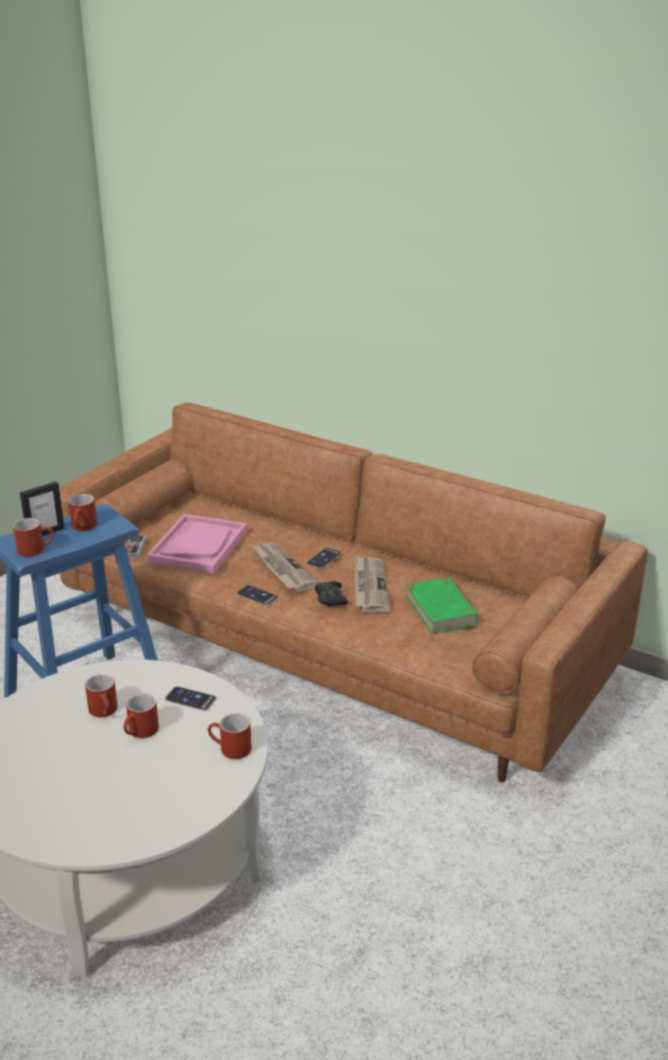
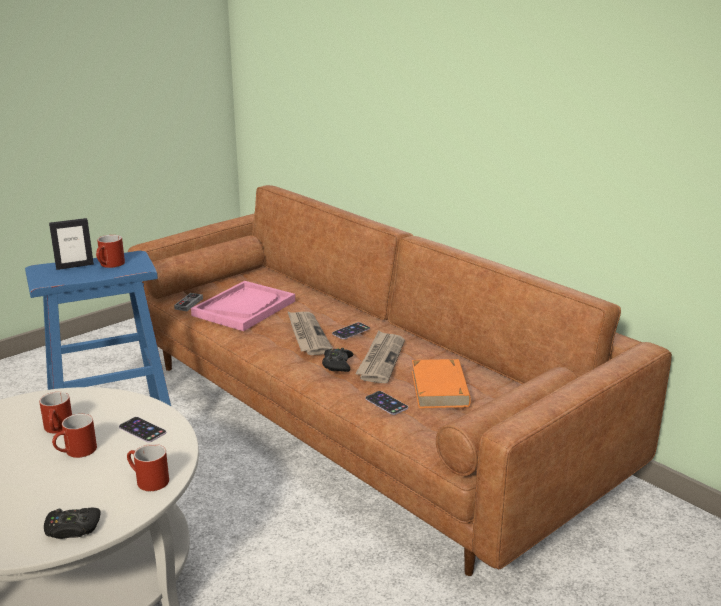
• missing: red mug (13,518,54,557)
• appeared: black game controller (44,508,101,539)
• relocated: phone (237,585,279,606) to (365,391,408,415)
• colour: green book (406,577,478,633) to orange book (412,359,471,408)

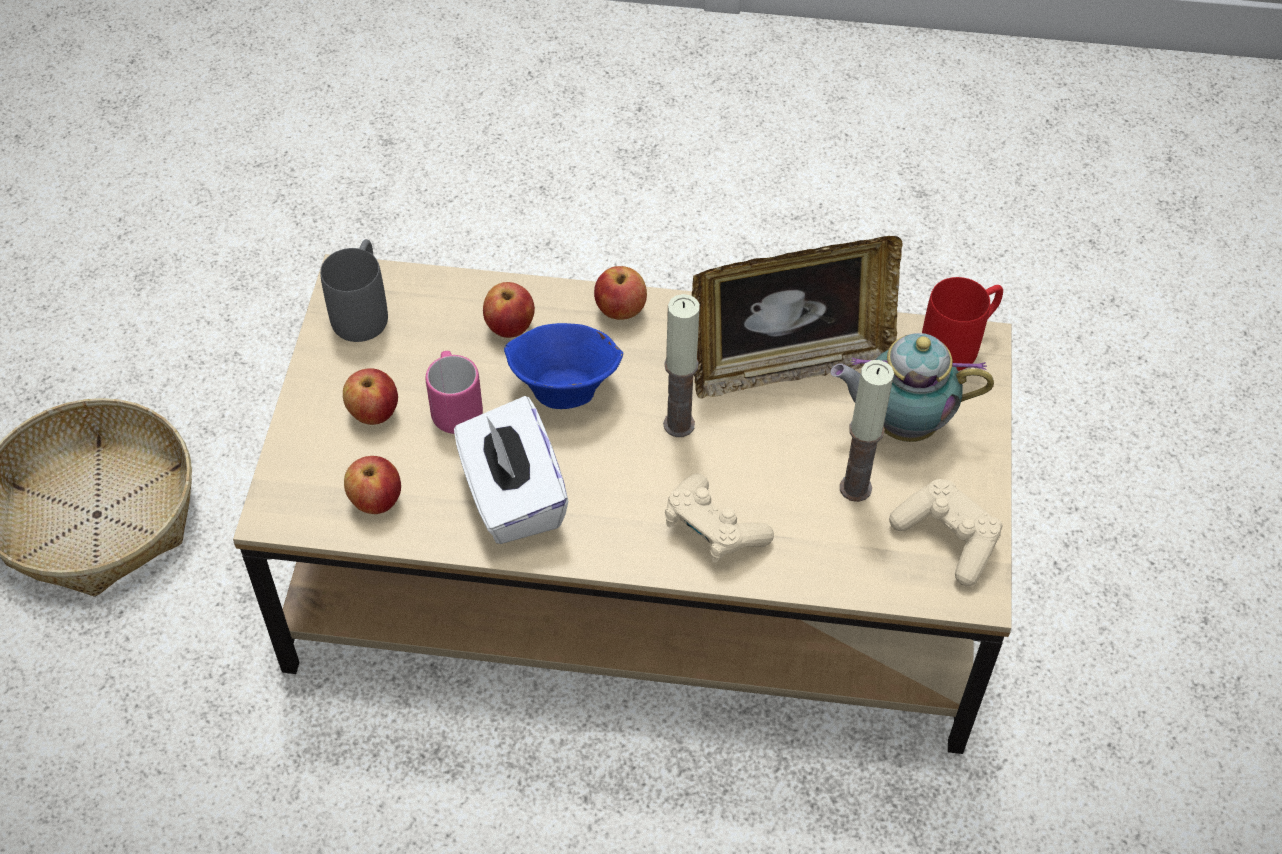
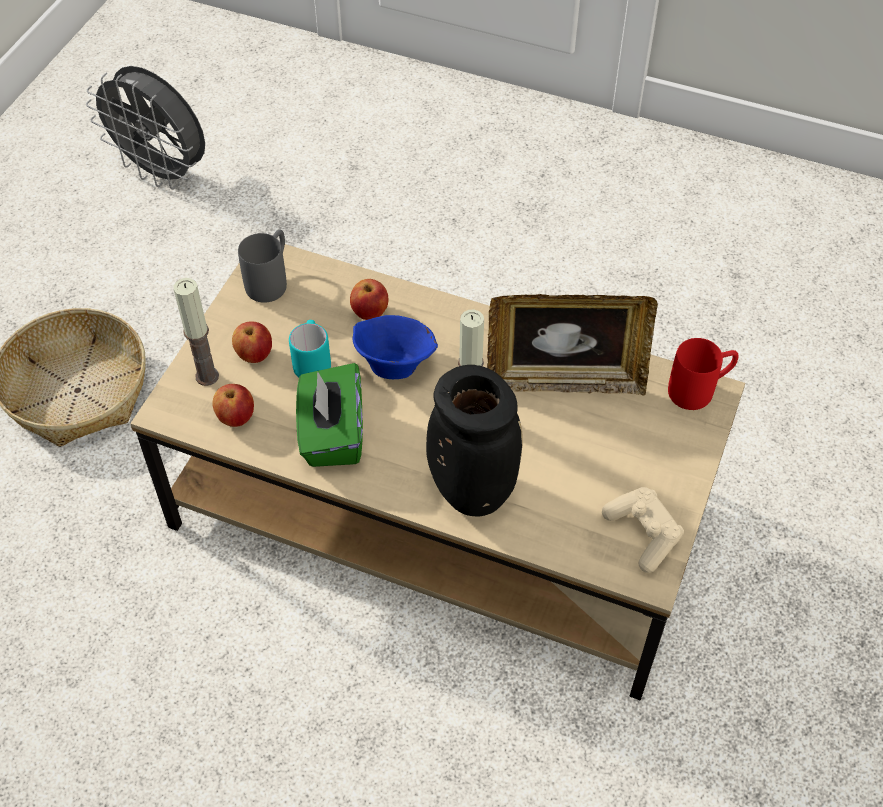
• missing: apple (594,266,647,320)
• missing: teapot (830,333,994,442)
• appeared: grey fan (86,66,205,189)
• relocated: candle (840,360,894,502) to (174,278,219,386)
• exchanged: beige game controller (665,473,774,563) to black vase (426,365,523,516)
• colour: pink mug (426,351,483,434) to turquoise mug (289,320,331,377)
• colour: white tissue box (454,396,568,544) to green tissue box (296,363,363,467)

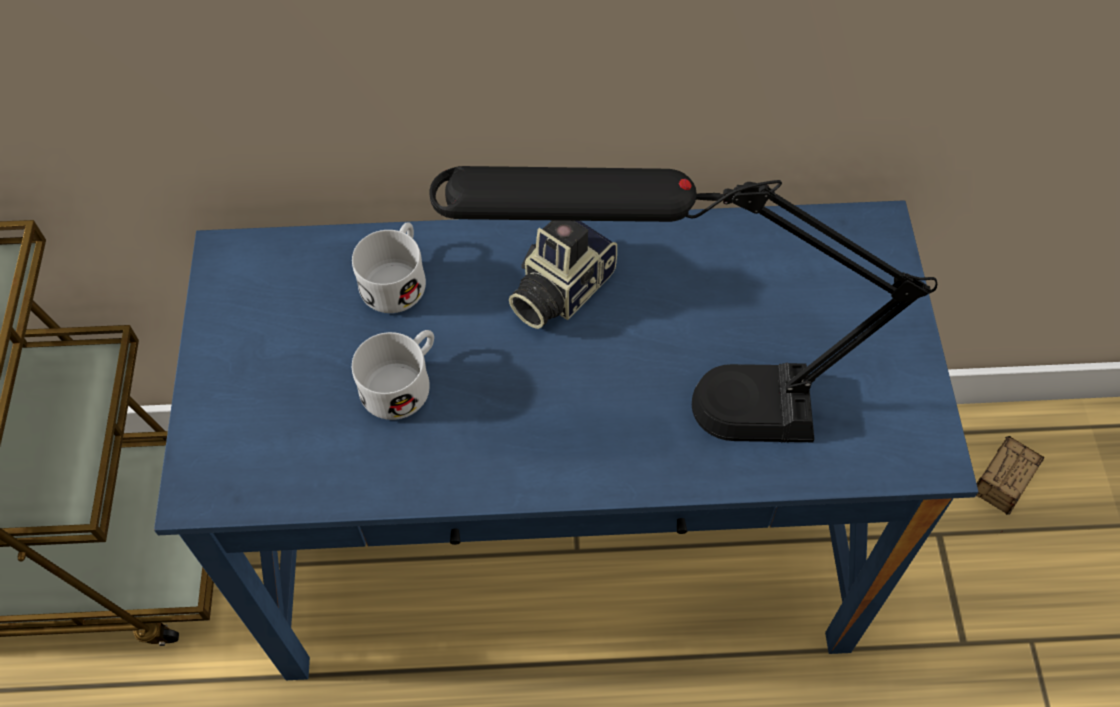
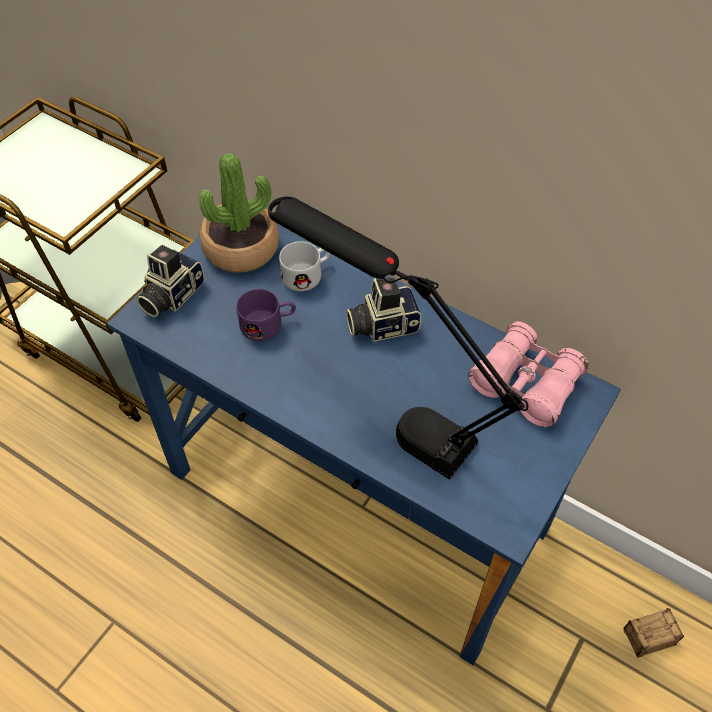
• appeared: photo camera (136,245,205,317)
• appeared: potted plant (199,153,279,273)
• appeared: pink binoculars (468,321,589,427)
• colour: white mug (352,330,434,420) to purple mug (236,289,296,341)

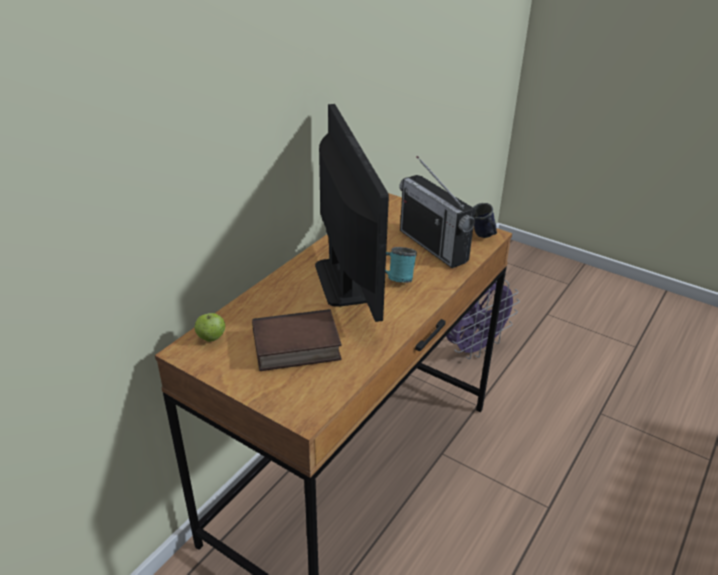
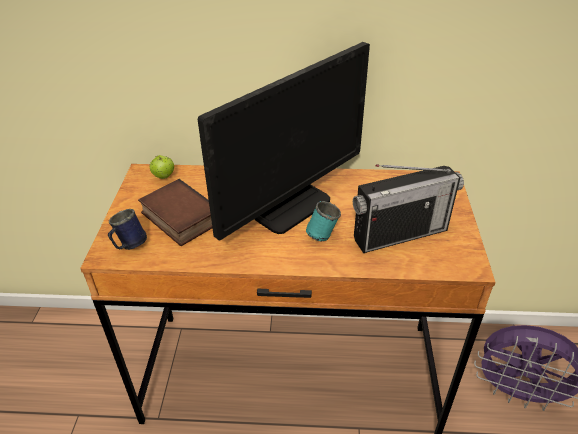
• relocated: blue mug (473,203,497,238) to (108,209,147,250)
• spun: radio (399,156,476,268) = (353,165,464,253) 135 degrees counterclockwise

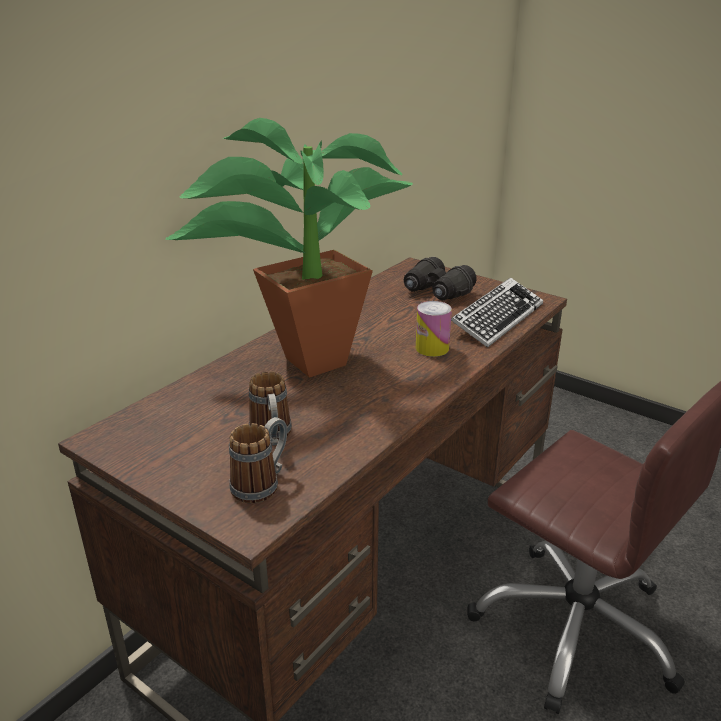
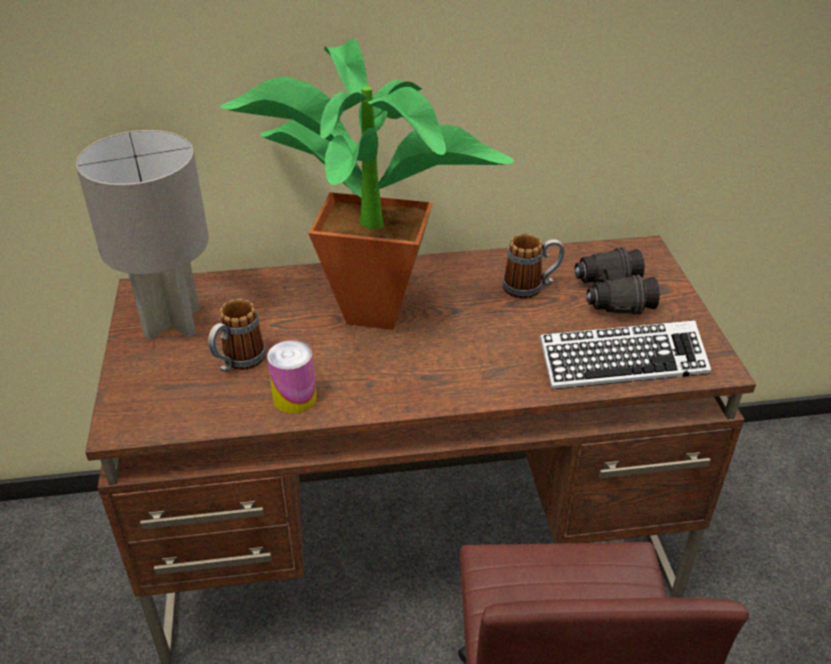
• appeared: grey table lamp (76,130,209,340)
• relocated: mug (229,417,287,504) to (503,234,565,299)
• relocated: can (416,301,452,357) to (267,340,317,413)

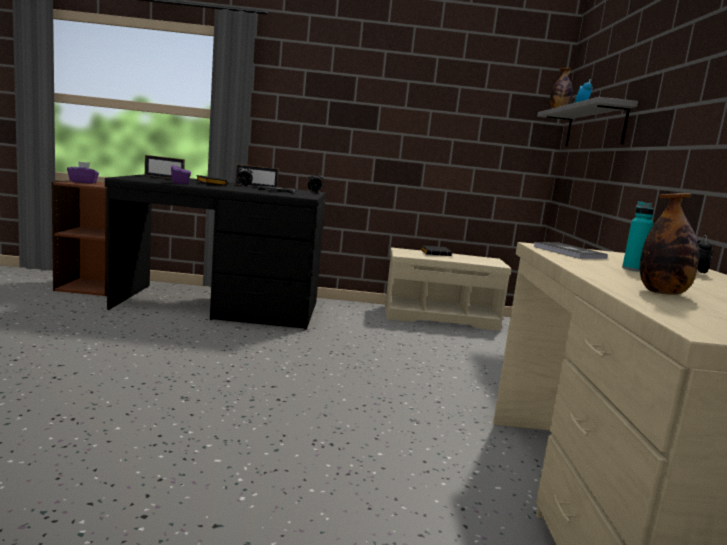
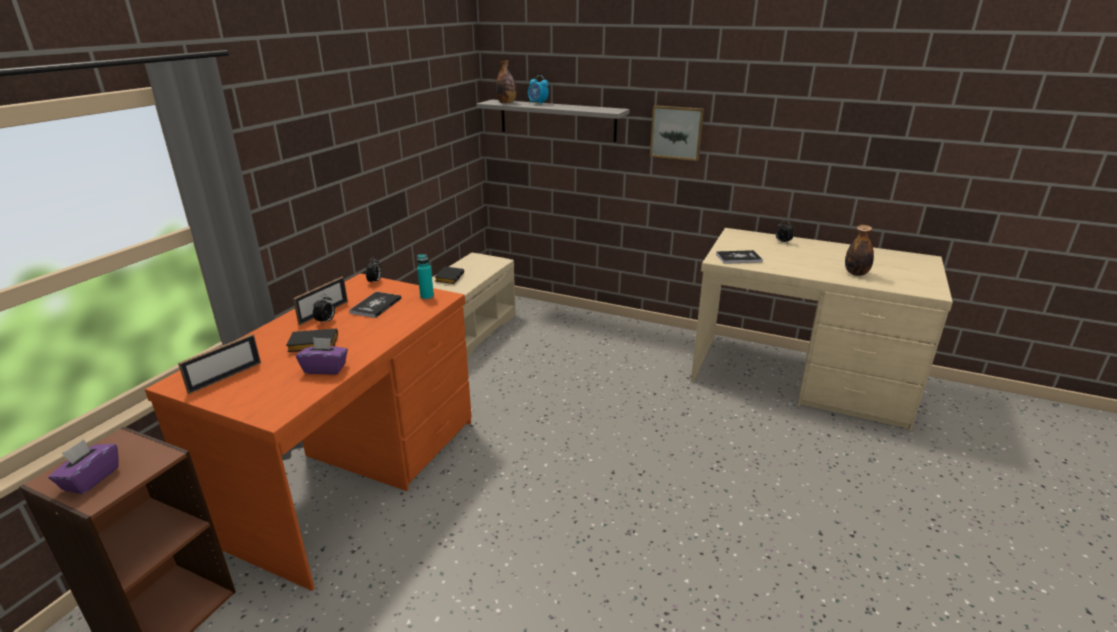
• appeared: picture (650,105,704,161)
• relocated: turquoise bottle (622,201,654,272) to (417,254,434,300)
• colour: black desk (105,174,326,330) to orange desk (145,273,472,591)

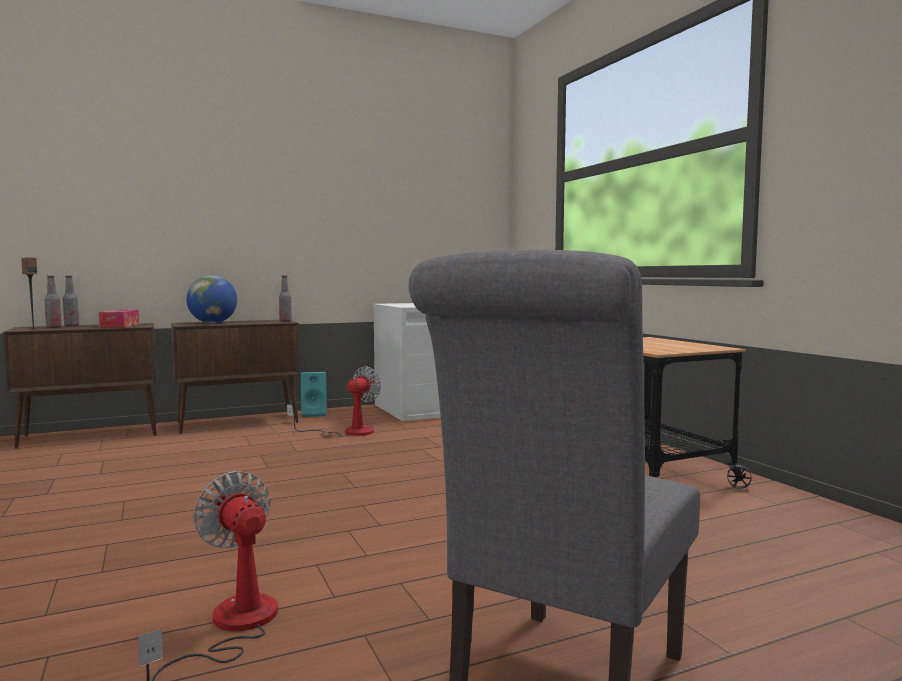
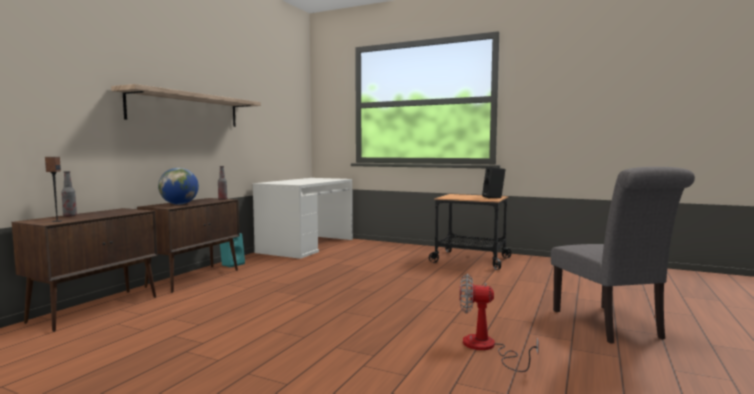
• missing: bottle (44,276,62,328)
• missing: tissue box (99,310,139,328)
• missing: fan (287,366,381,437)
• appeared: shelf (111,84,261,127)
• appeared: black speaker (482,167,506,198)

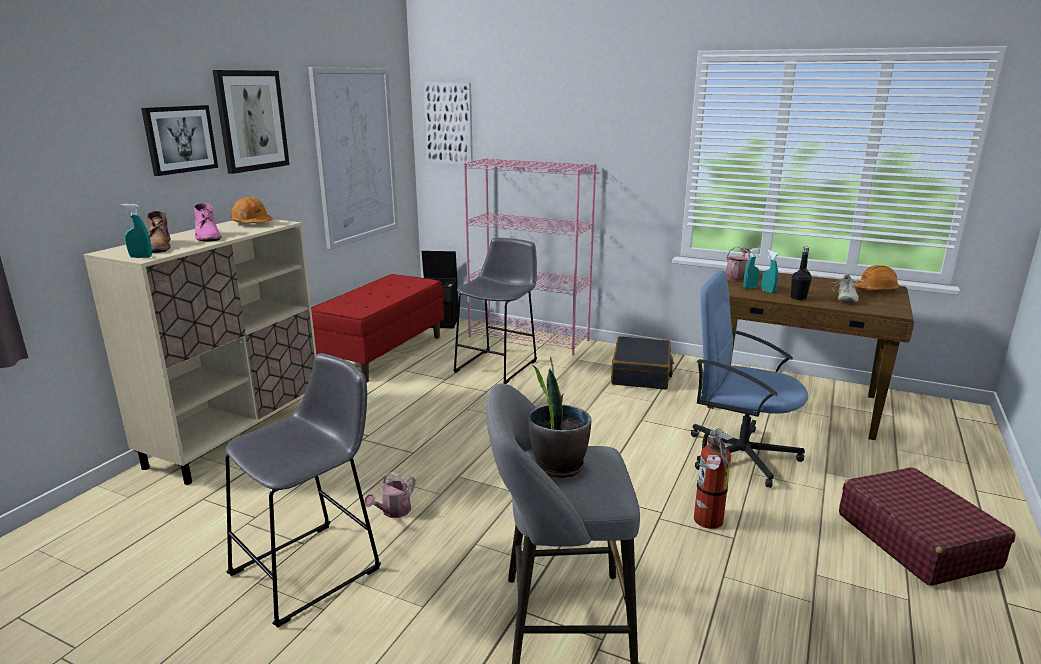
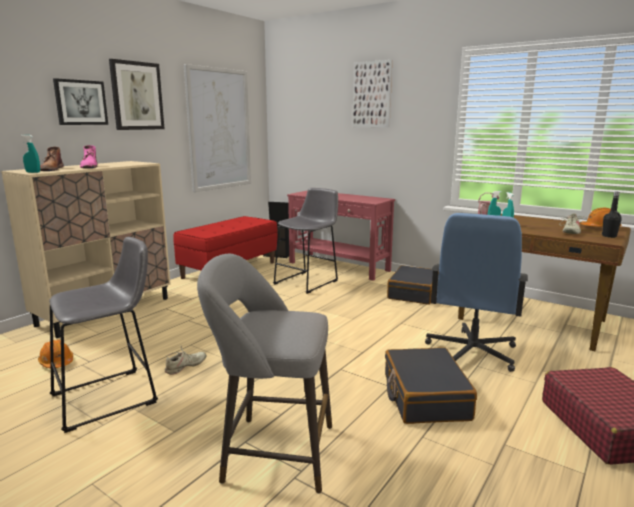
• missing: potted plant (528,357,592,478)
• relocated: orange hard hat (230,197,273,223) to (38,339,73,368)
• relocated: picture (424,83,473,166) to (353,60,392,128)
• relocated: black bottle (790,247,811,300) to (602,192,622,238)
• exchanged: watering can (364,472,415,518) to beige shoe (165,345,206,375)
• exchanged: pink bookcase (463,158,597,356) to red console table (287,190,395,281)
• exchanged: fire extinguisher (694,429,735,529) to black suitcase (385,347,477,424)
• spun: blue office chair (691,270,808,488) = (425,213,528,372) 105 degrees counterclockwise

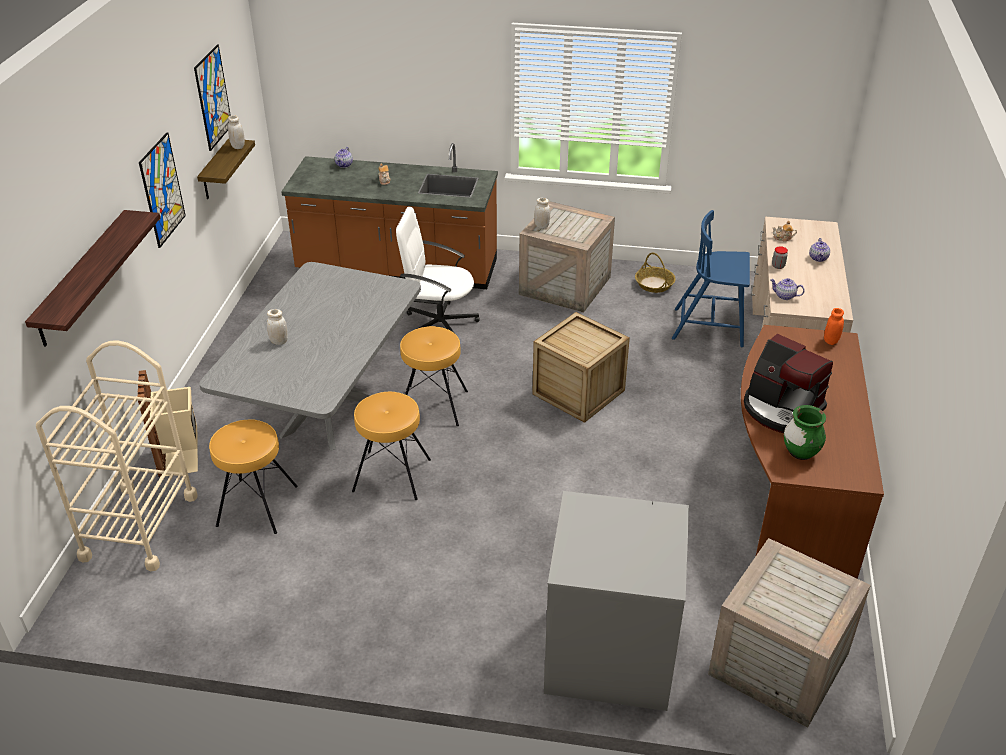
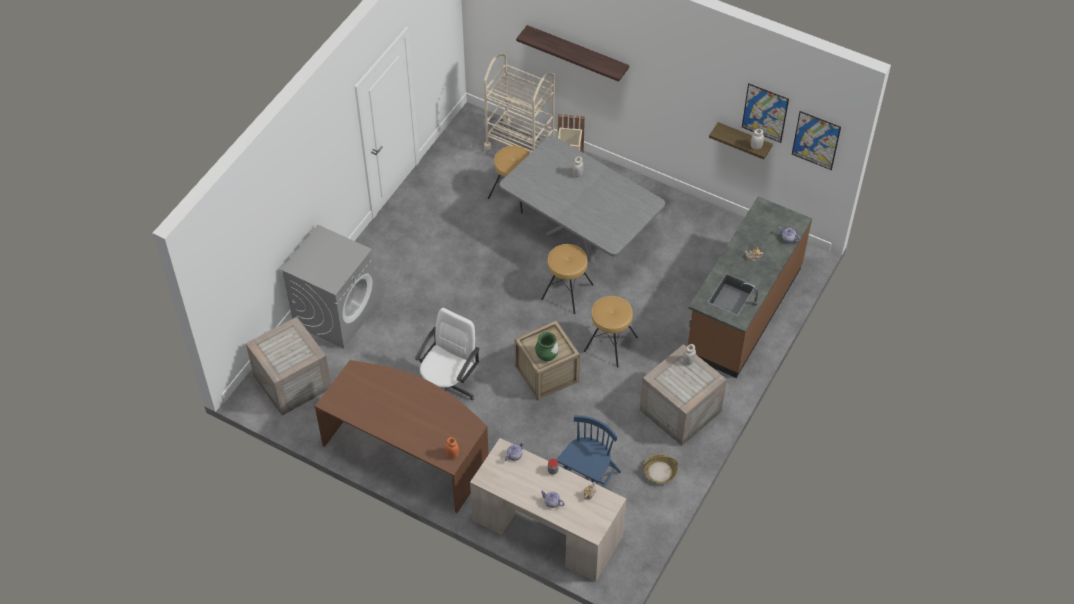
• missing: coffee machine (744,334,833,433)
• relocated: picture (139,132,186,248) to (792,111,841,170)
• relocated: brown stool (352,391,431,500) to (584,296,638,367)
• relocated: white office chair (396,207,480,333) to (415,308,480,400)
• relocated: green vase (784,405,826,460) to (535,332,559,361)

